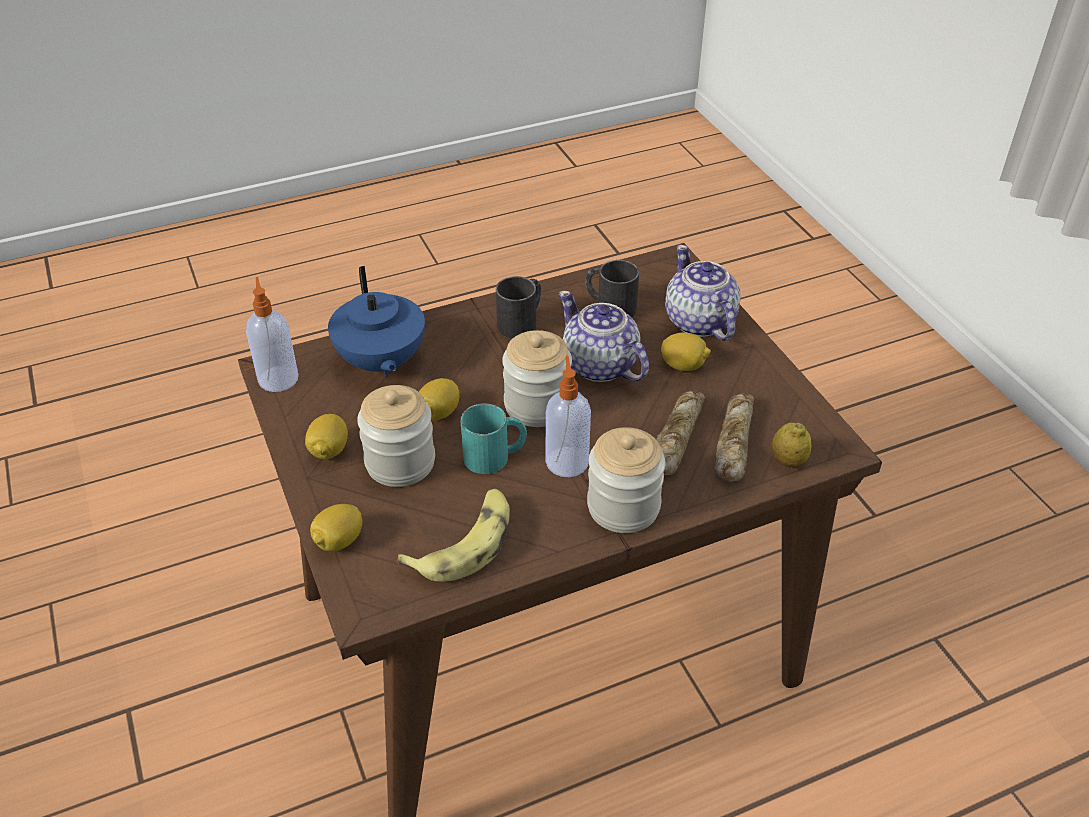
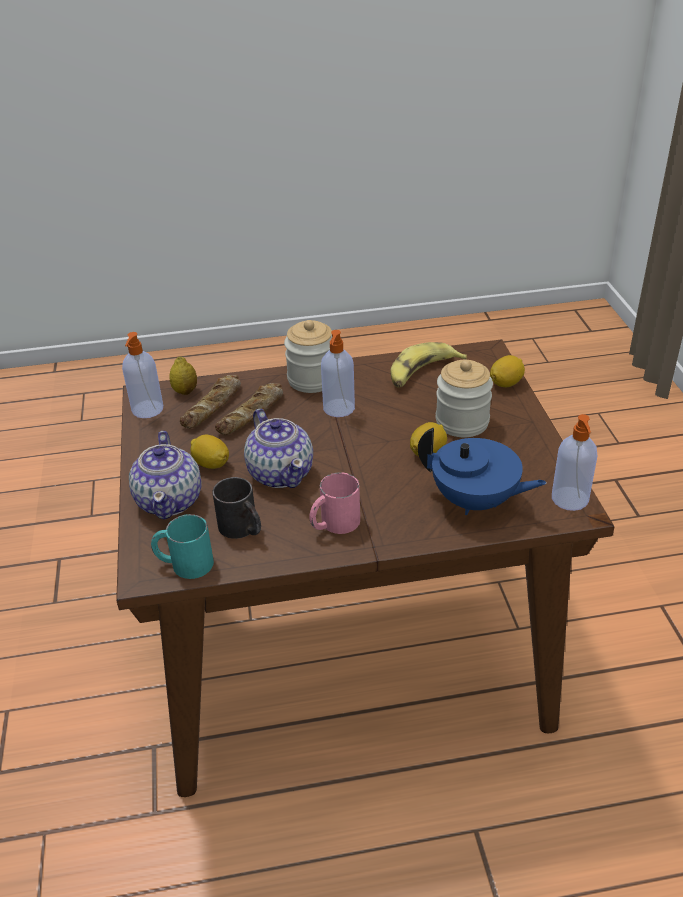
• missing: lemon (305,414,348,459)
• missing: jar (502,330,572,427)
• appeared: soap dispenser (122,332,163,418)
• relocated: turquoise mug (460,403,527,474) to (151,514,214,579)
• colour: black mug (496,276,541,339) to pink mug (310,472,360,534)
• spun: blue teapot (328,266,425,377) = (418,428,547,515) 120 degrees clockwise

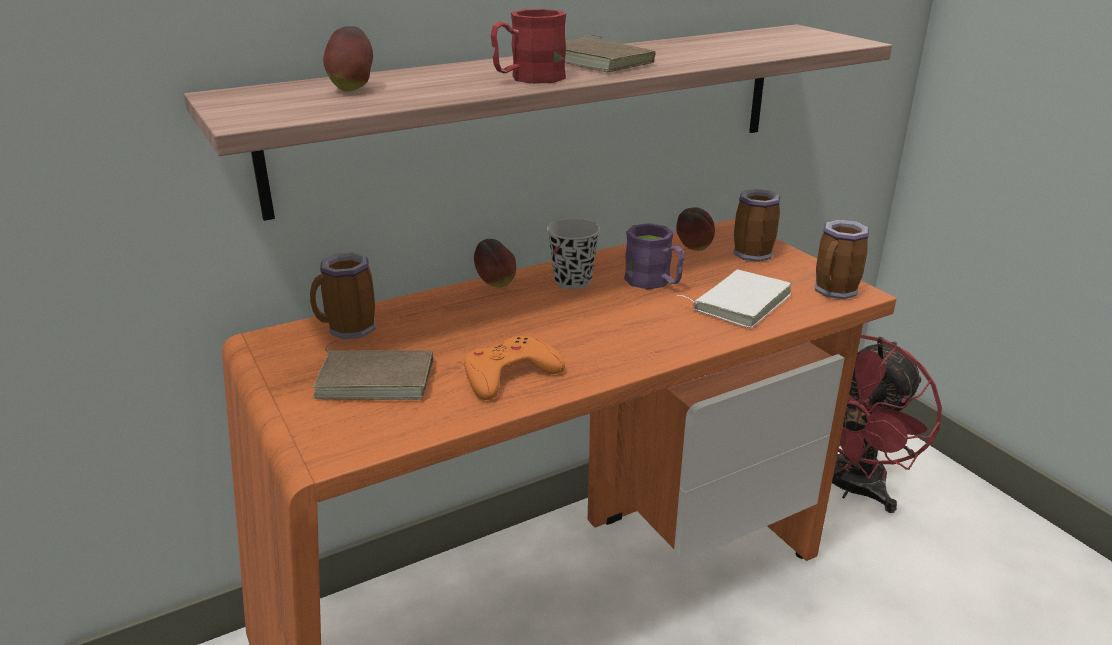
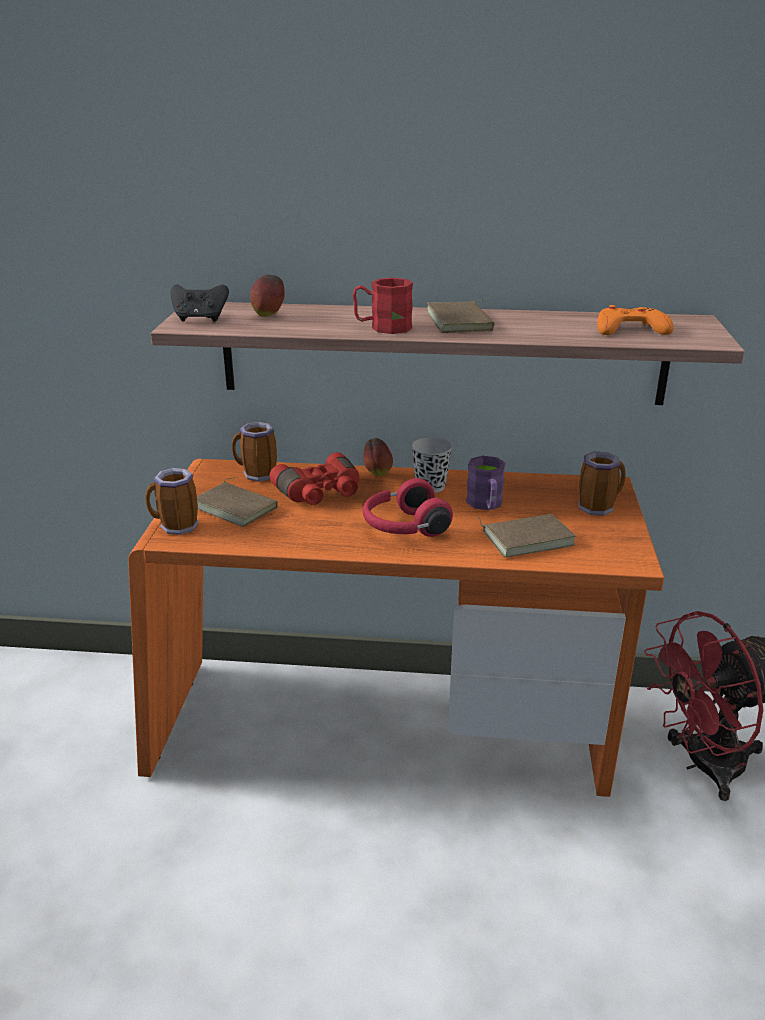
• missing: apple (676,207,715,251)
• appeared: black game controller (171,284,229,322)
• appeared: red binoculars (269,452,359,505)
• appeared: red headphones (363,478,453,537)
• relocated: orange game controller (464,336,565,400) to (597,305,674,335)
• relocated: mug (814,220,869,299) to (145,468,199,535)
• colour: white book (677,270,791,328) to brown book (478,514,576,557)

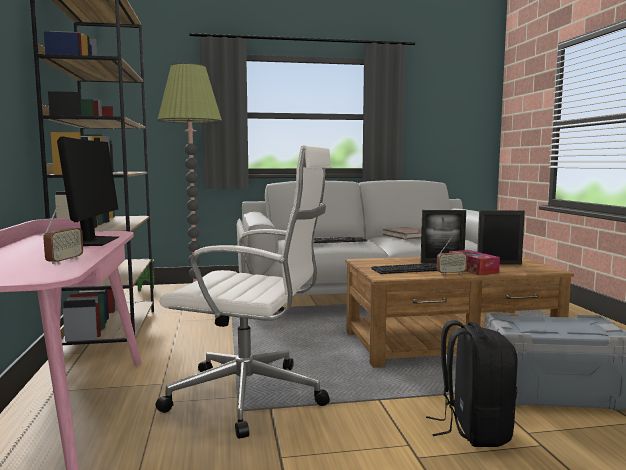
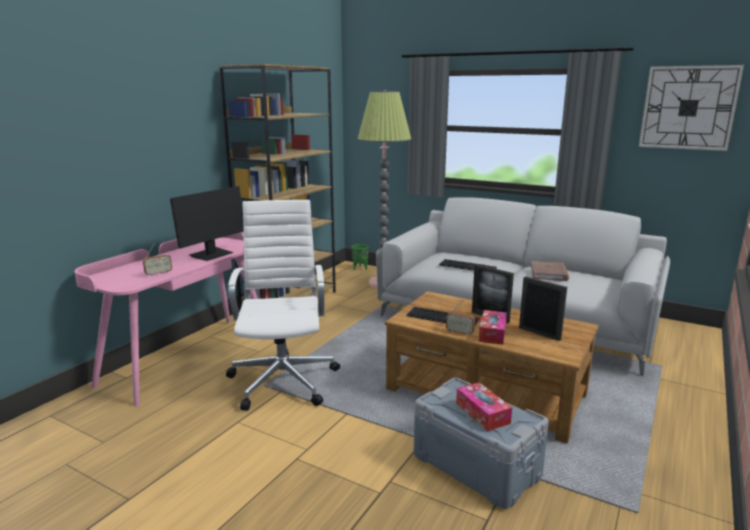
• missing: black backpack (426,320,517,447)
• appeared: tissue box (456,382,512,431)
• appeared: wall clock (639,65,744,151)
• spun: white office chair (155,145,331,439) = (226,200,340,411) 150 degrees counterclockwise

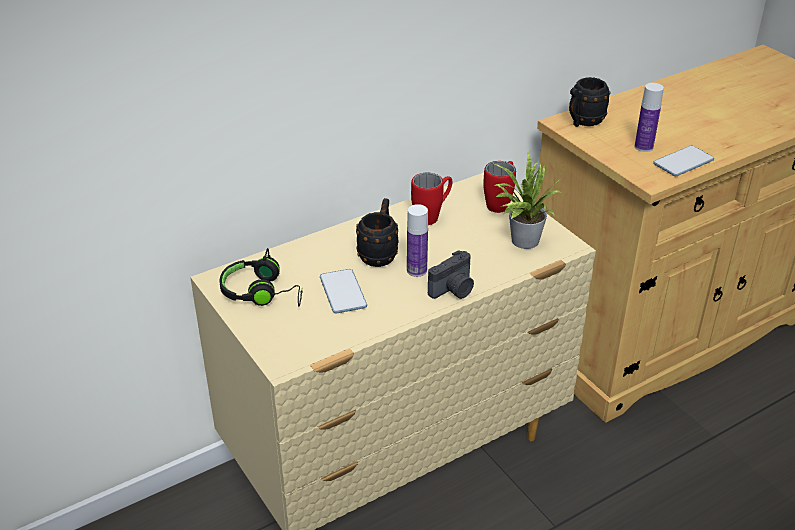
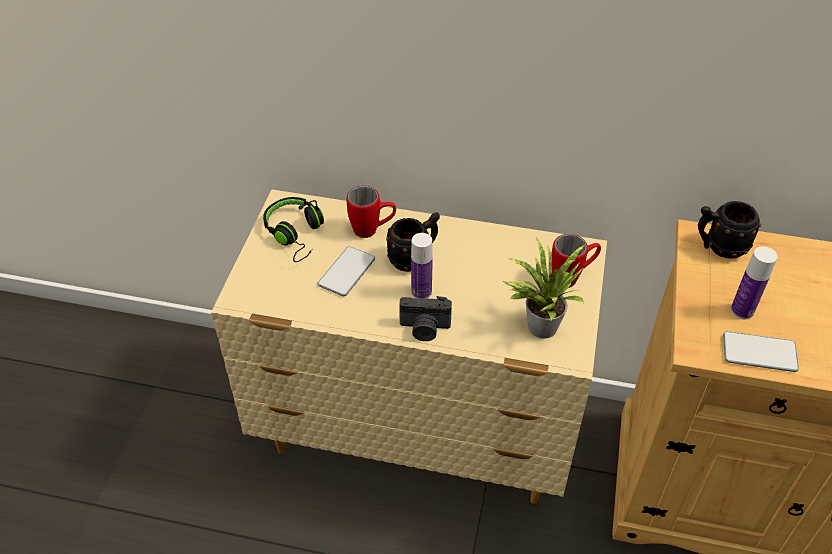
• relocated: red mug (411,173,452,225) to (346,186,396,238)

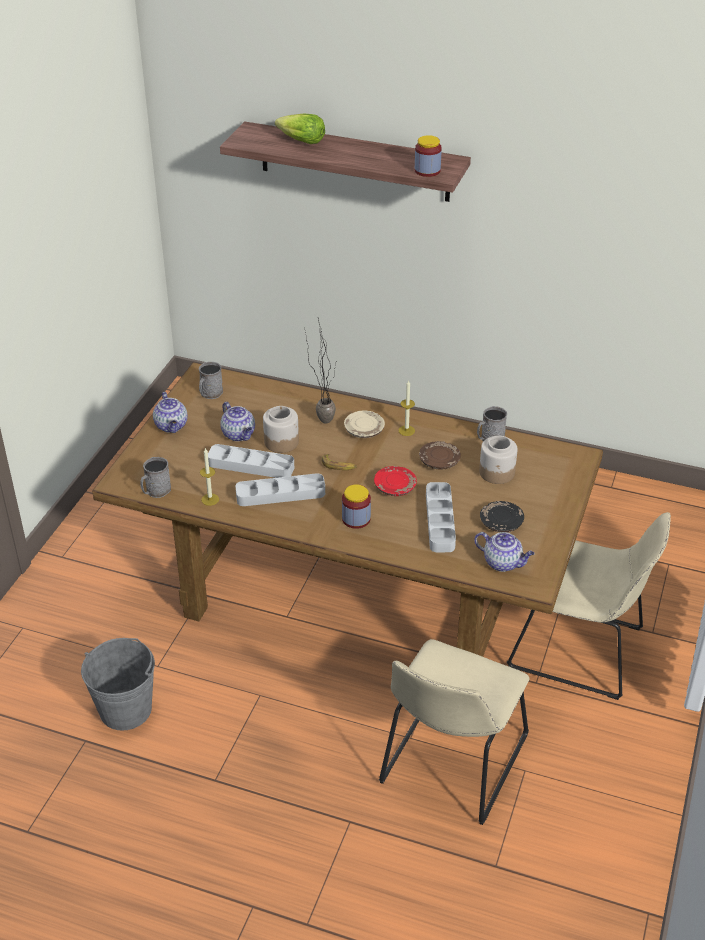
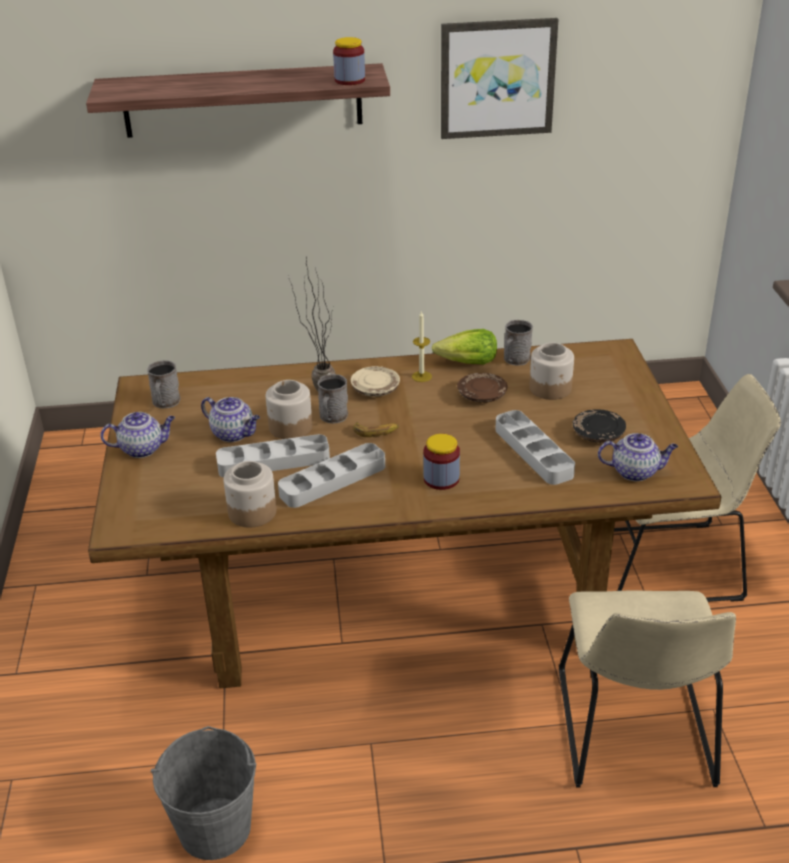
• missing: red plate (374,466,417,496)
• appeared: picture (441,18,558,139)
• relocated: grey mug (140,457,171,498) to (317,374,348,423)
• relocated: lettuce (275,113,325,144) to (432,329,497,365)
• exchanged: candle (200,448,219,506) to jar (224,461,277,527)
• spun: teapot (153,392,188,433) = (100,412,175,458) 60 degrees counterclockwise

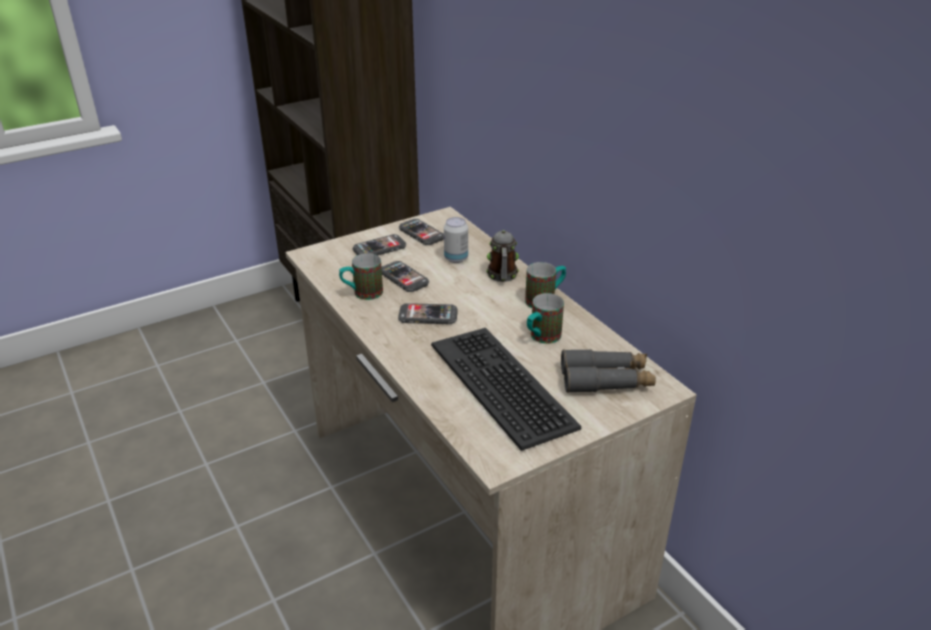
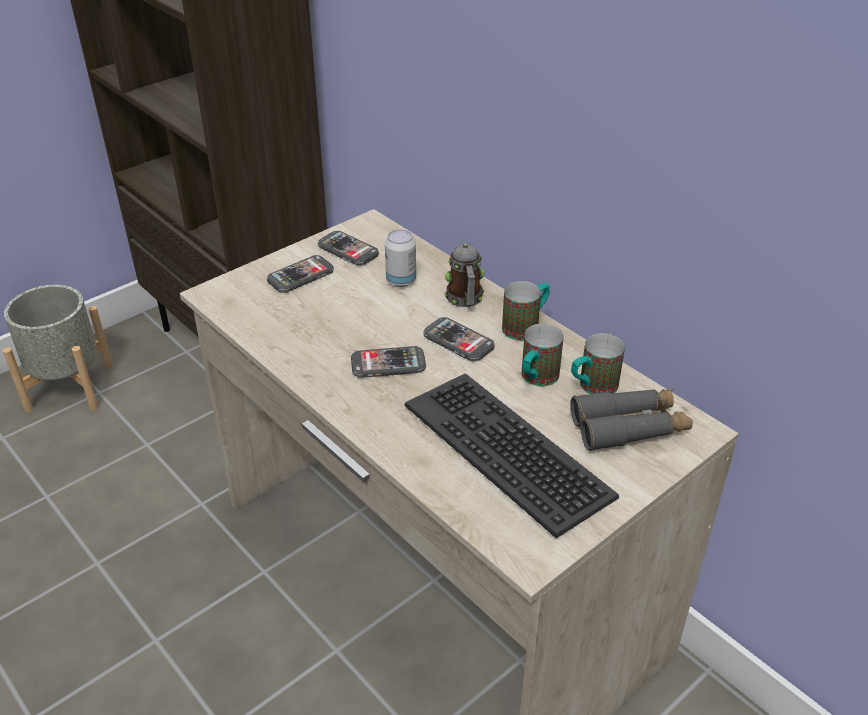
• appeared: grey planter (3,285,113,413)
• relocated: mug (339,253,383,300) to (571,333,625,394)
• relocated: phone (382,261,429,292) to (423,317,495,362)

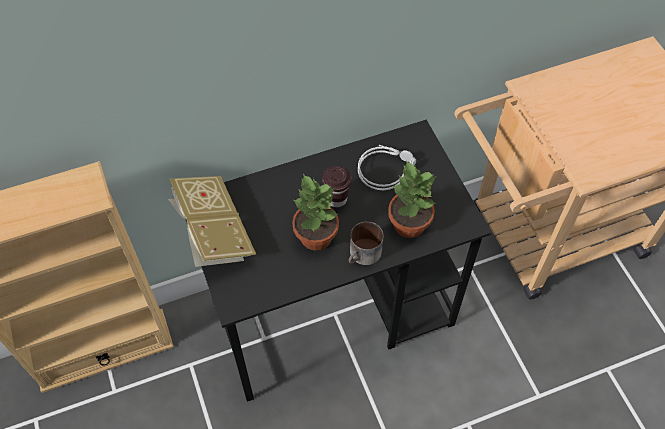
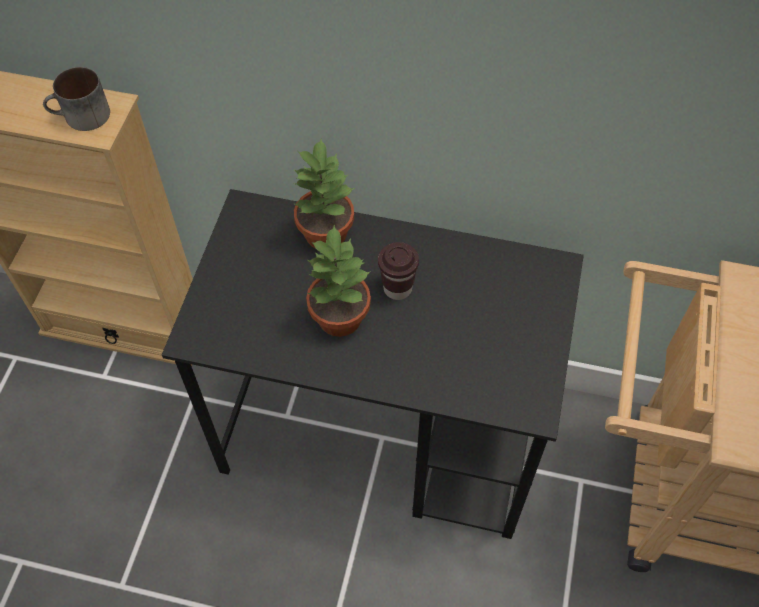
• missing: book (168,176,256,267)
• missing: grey headphones (358,145,416,190)
• relocated: mug (349,221,384,265) to (43,67,110,131)
• relocated: potted plant (388,160,437,238) to (293,139,355,248)

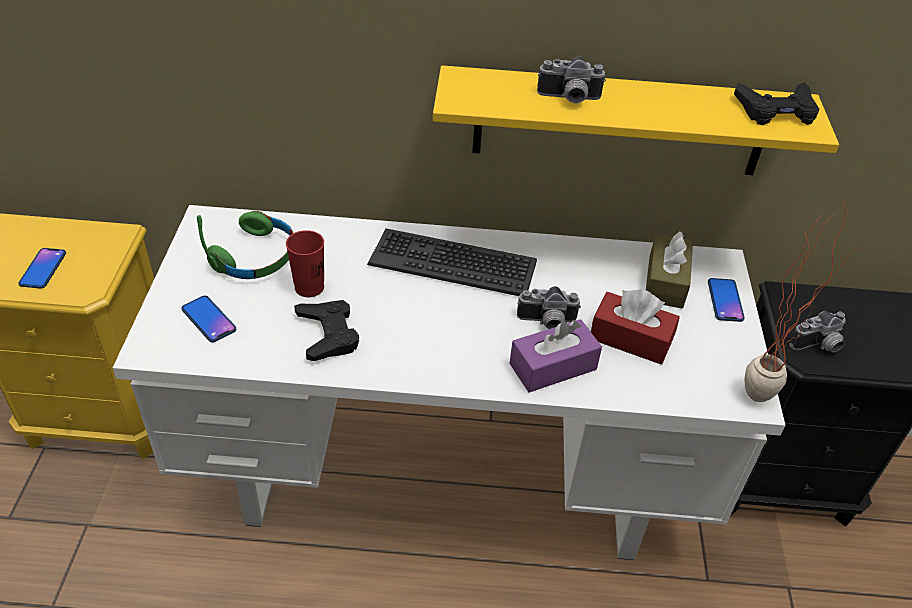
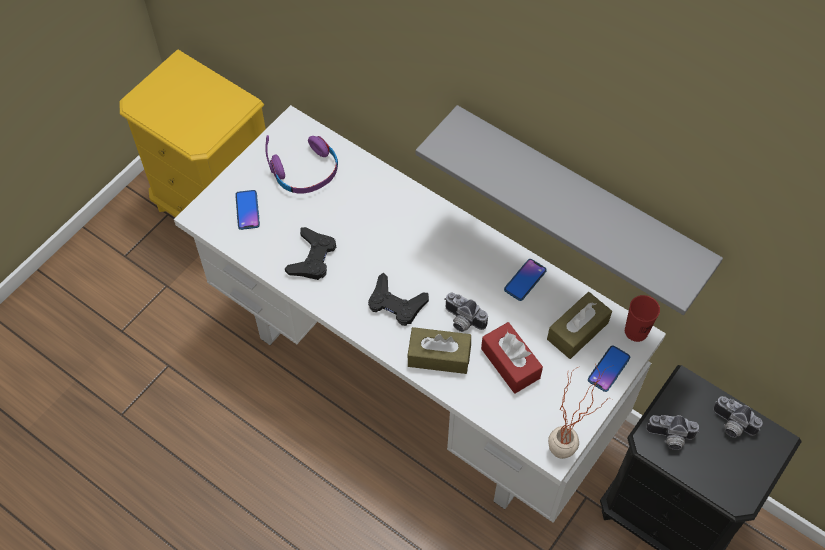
• missing: keyboard (367,228,537,296)
• relocated: phone (18,248,66,289) to (504,259,547,301)
• relocated: red cup (286,230,324,297) to (625,295,660,342)
• relocated: photo camera (537,56,606,103) to (713,396,763,438)
• relocated: black game controller (734,82,819,125) to (368,273,429,326)
• colour: green headphones (197,211,293,279) to purple headphones (265,135,338,194)
• colour: yellow shelf (433,65,839,175) to grey shelf (416,105,723,315)
• colour: purple tissue box (509,319,602,393) to brown tissue box (407,327,471,374)

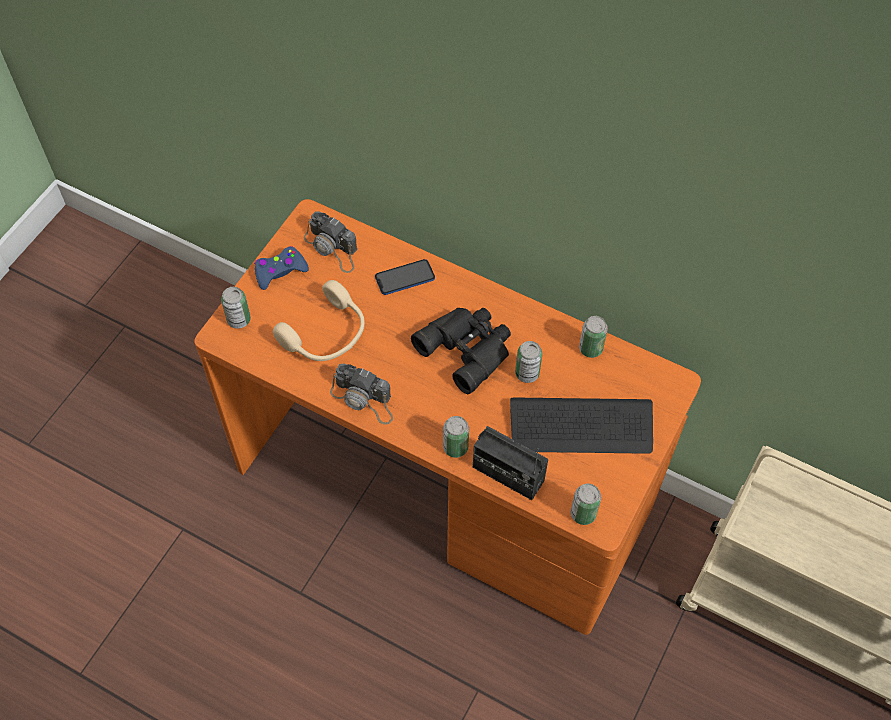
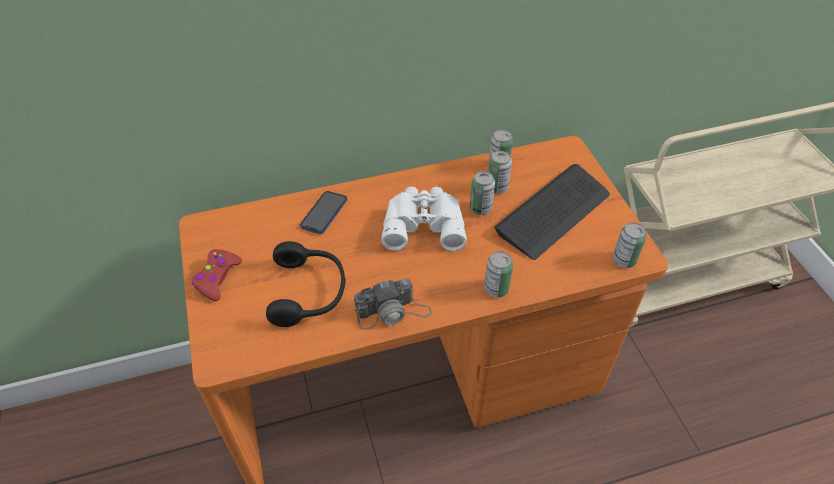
• missing: photo camera (304,211,357,273)
• missing: radio (473,426,548,500)
• relocated: can (221,287,251,329) to (488,151,512,194)
• colour: blue game controller (255,246,309,290) to red game controller (191,249,242,301)
• colour: beige headphones (273,280,365,361) to black headphones (266,241,346,327)
• colour: black binoculars (411,308,511,394) to white binoculars (381,187,467,251)

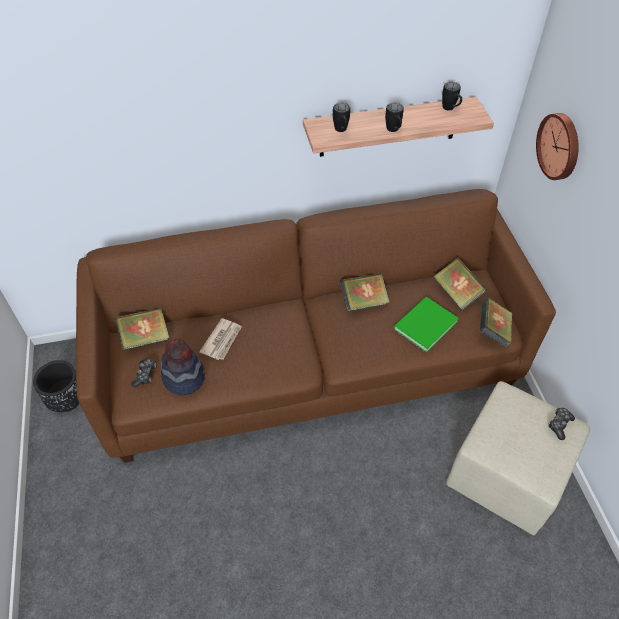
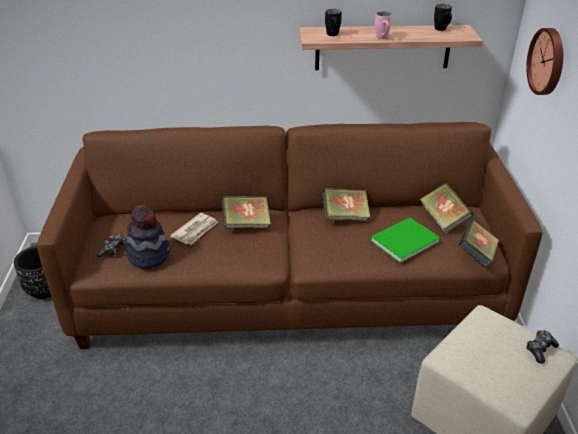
• relocated: book (115,308,169,350) to (221,196,271,228)
• colour: black mug (385,103,404,132) to pink mug (375,11,392,39)

